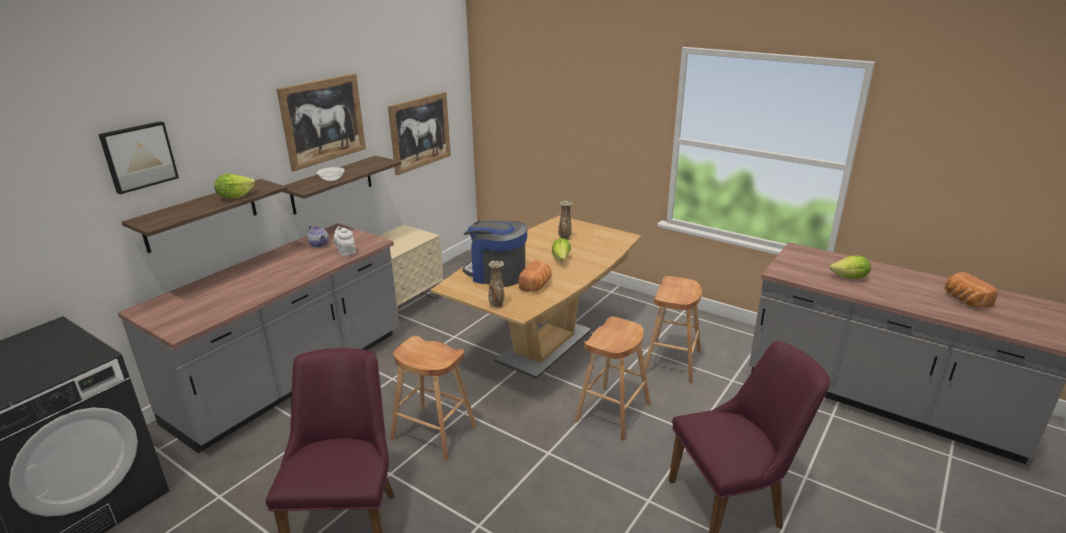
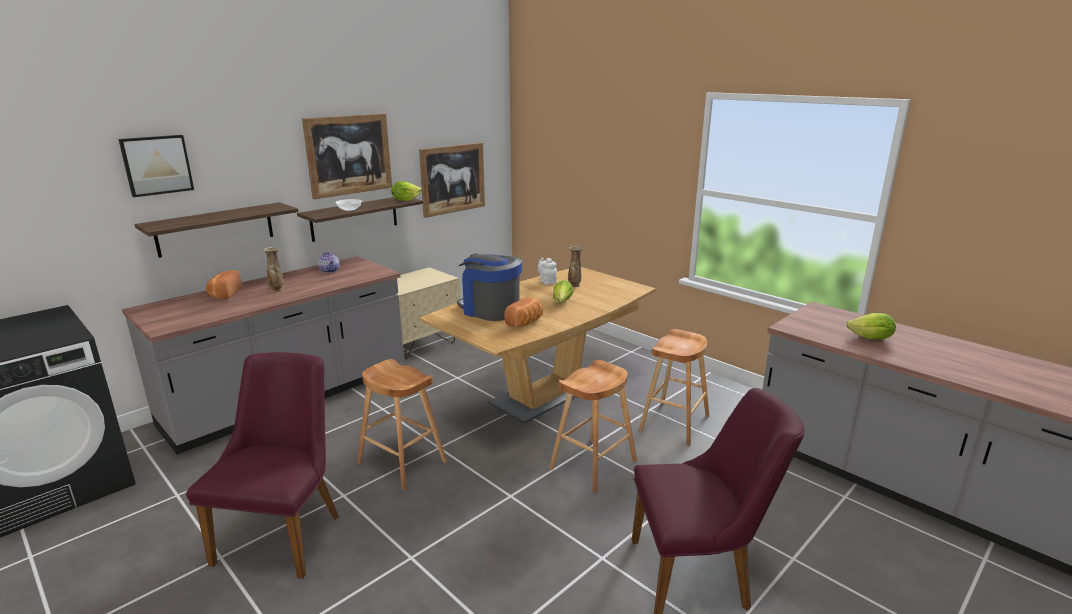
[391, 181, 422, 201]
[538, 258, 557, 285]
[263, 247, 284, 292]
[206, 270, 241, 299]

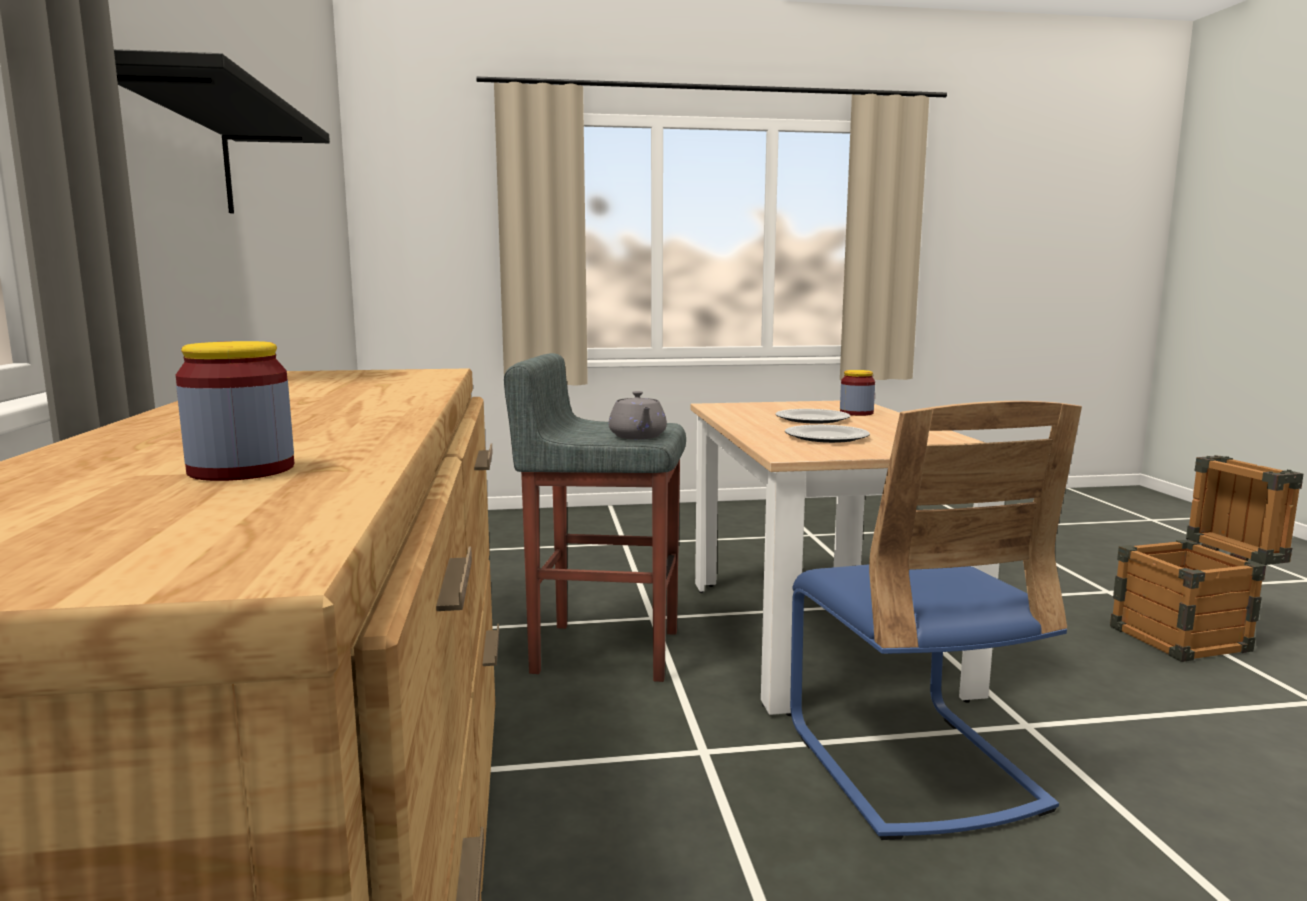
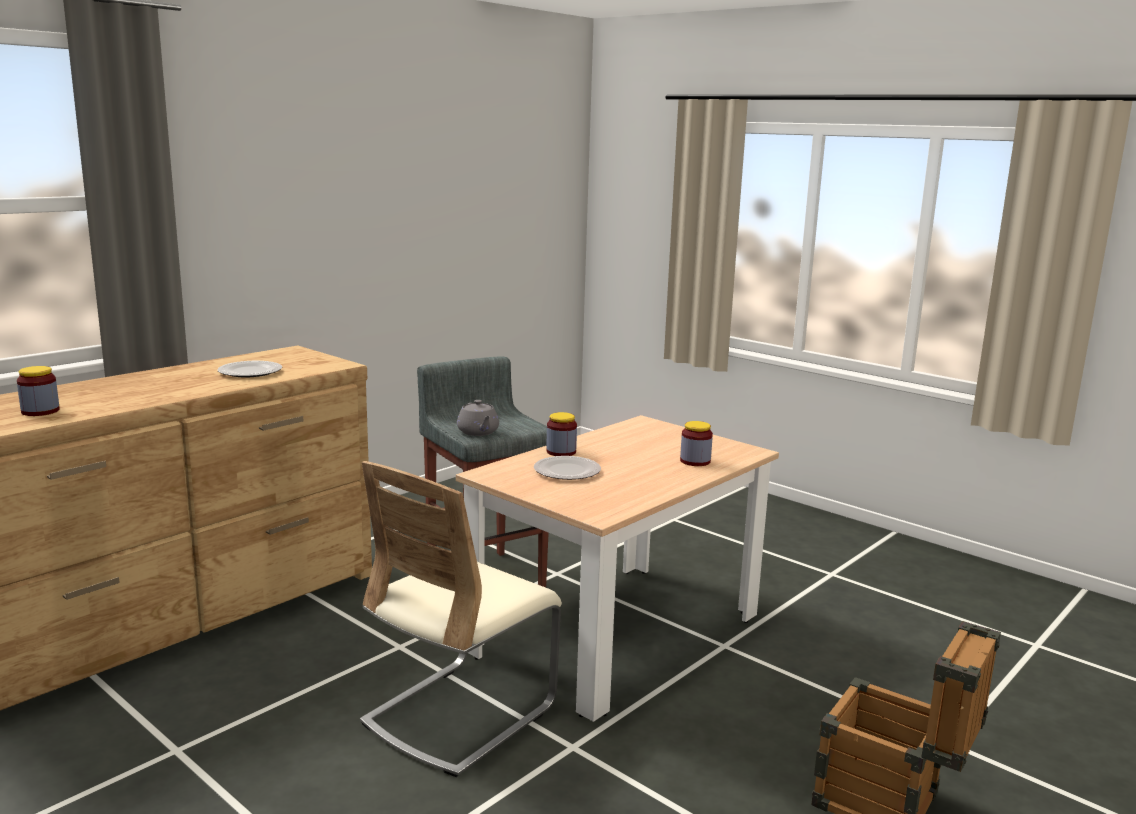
[114, 49, 330, 214] (first image)
[457, 400, 499, 436]
[360, 461, 562, 777]
[217, 361, 282, 377]
[546, 412, 577, 456]

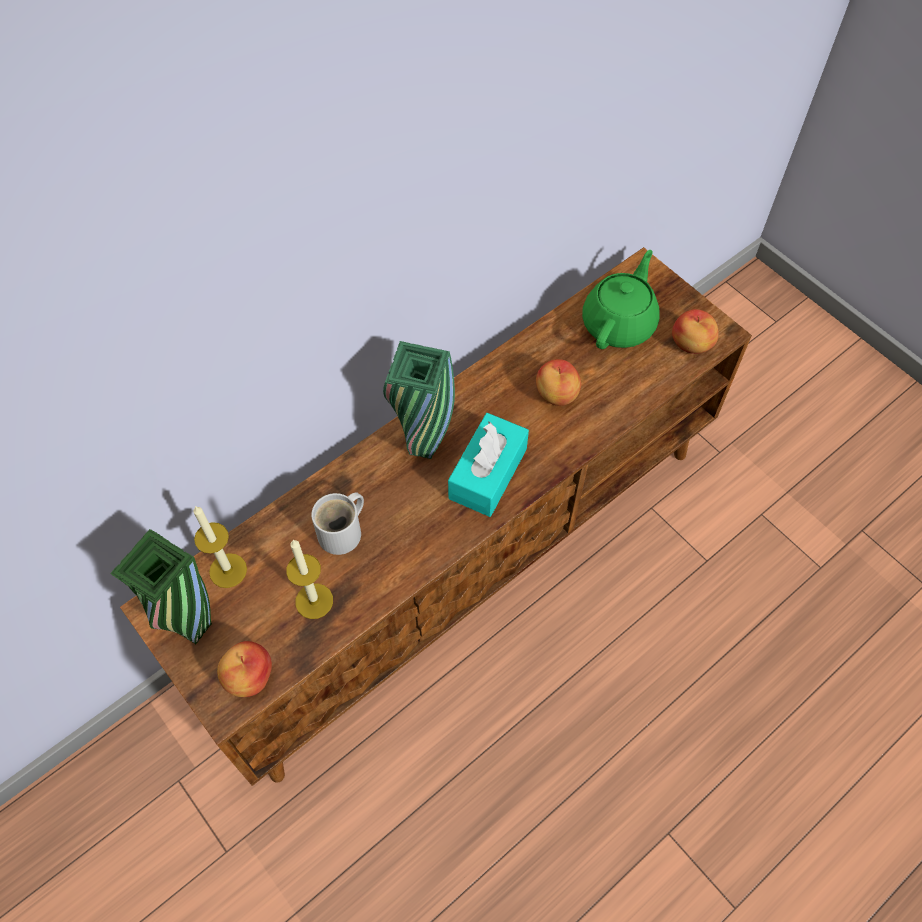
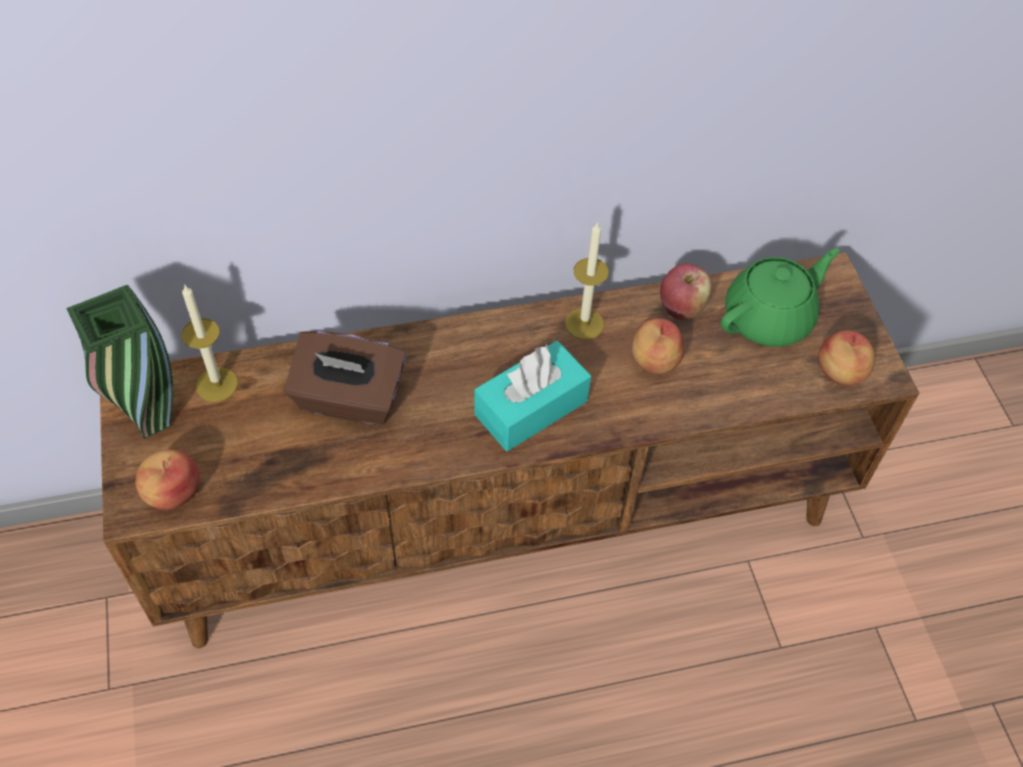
[383, 341, 455, 459] (first image)
[284, 331, 406, 425]
[565, 221, 609, 340]
[660, 263, 712, 320]

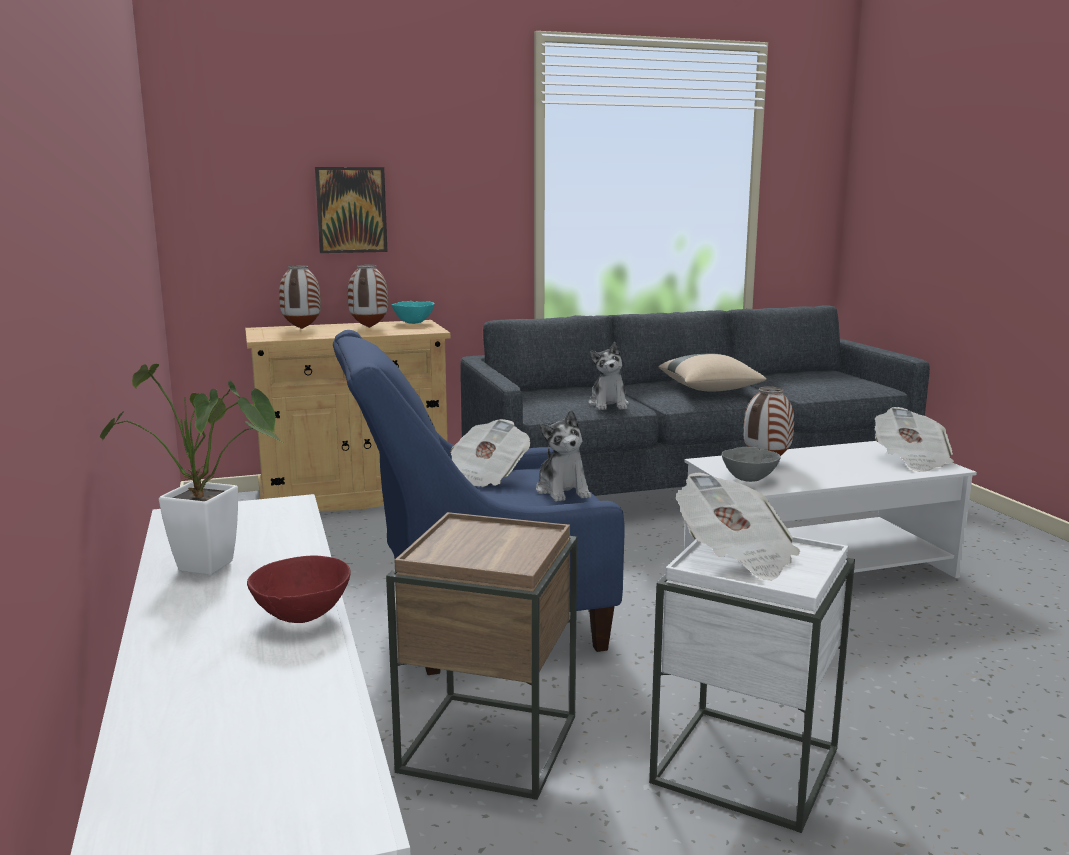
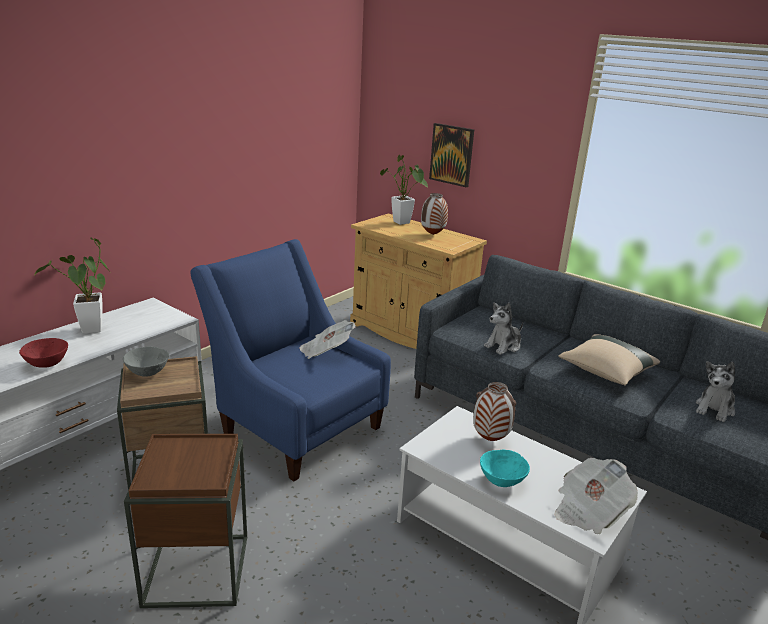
[380, 155, 428, 225]
[480, 450, 530, 487]
[696, 361, 735, 422]
[123, 347, 169, 377]
[676, 473, 800, 581] (first image)
[124, 434, 247, 608]

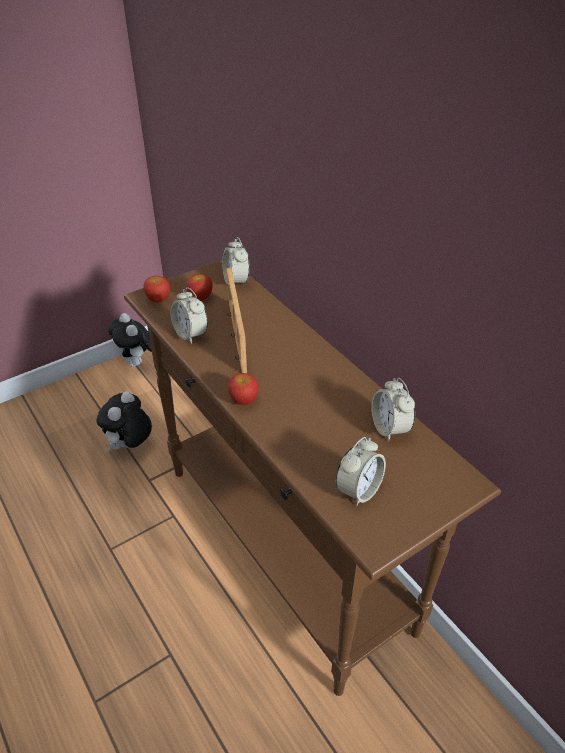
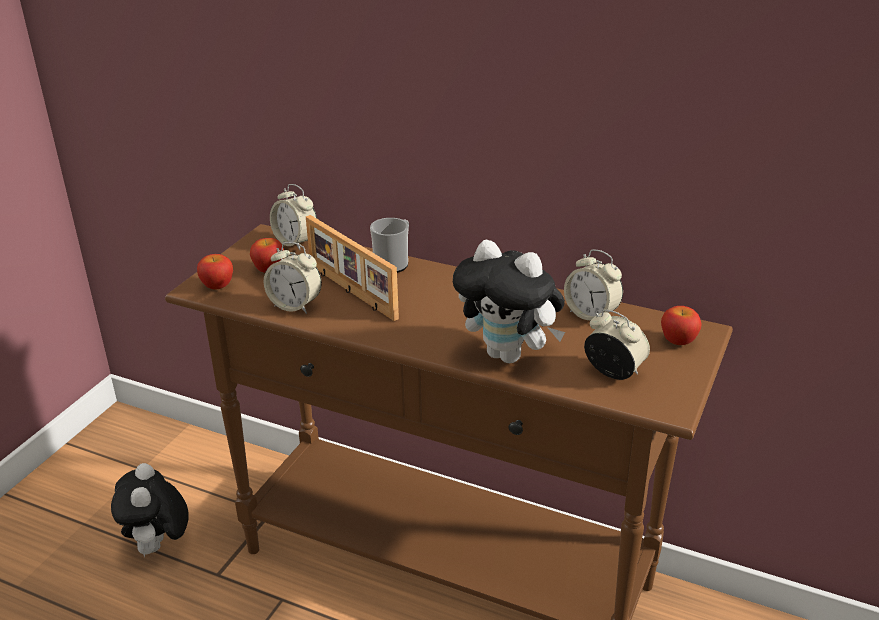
[453, 240, 565, 363]
[661, 306, 702, 345]
[584, 309, 650, 380]
[370, 218, 409, 273]

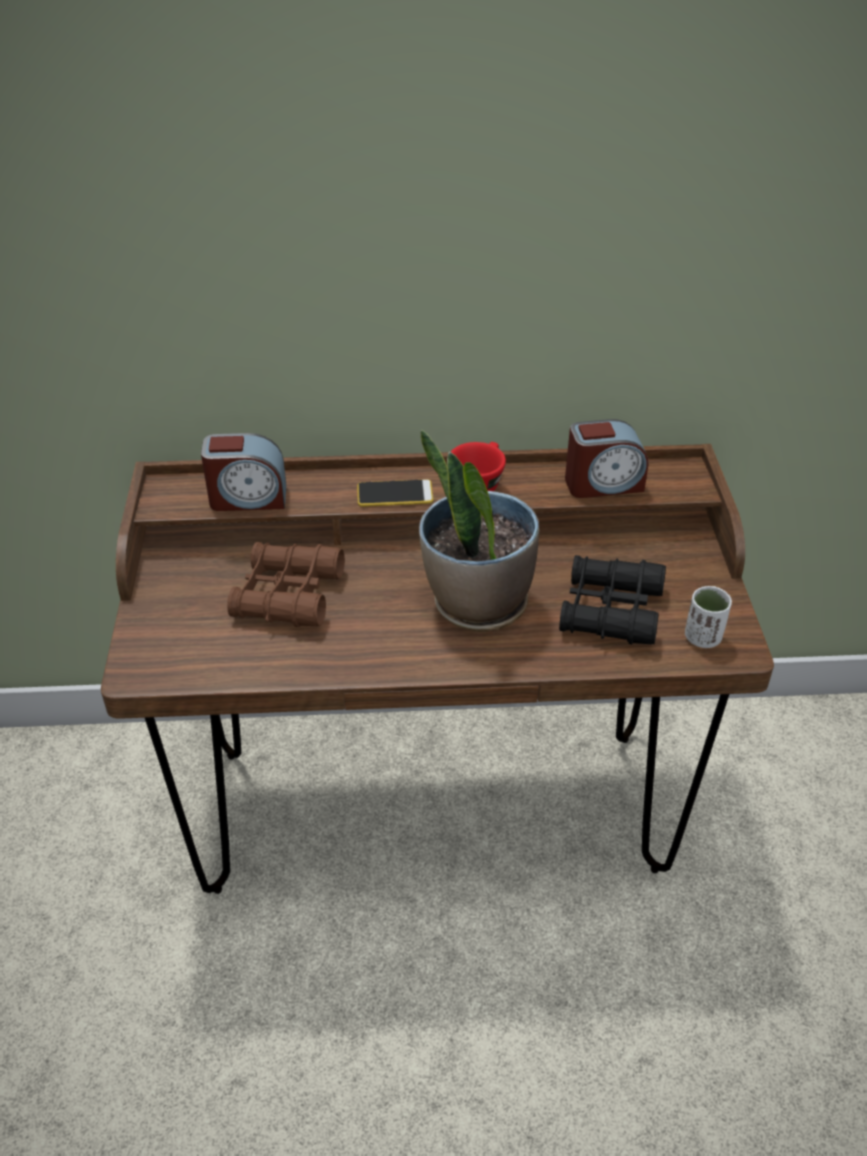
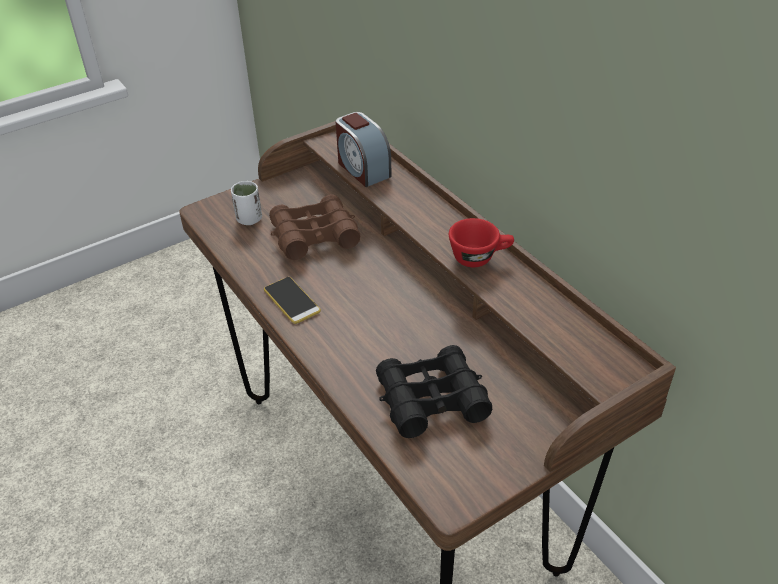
[565, 419, 648, 498] (first image)
[419, 430, 539, 632] (first image)
[264, 277, 321, 324]
[231, 181, 262, 225]

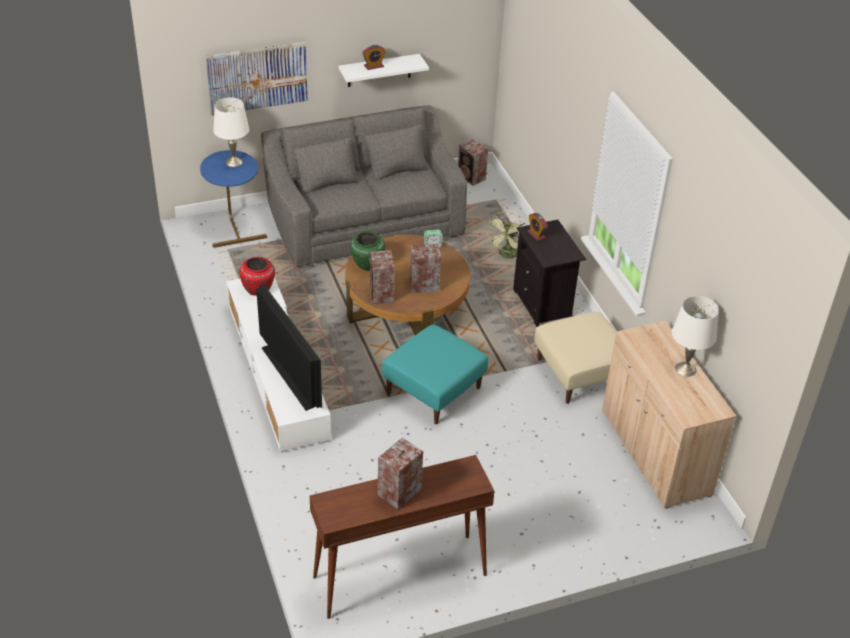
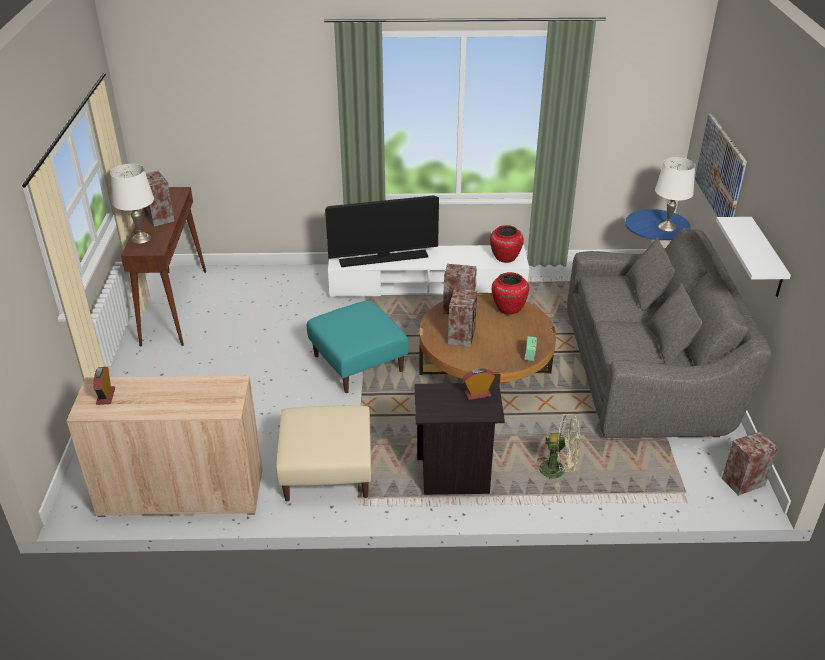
[94, 367, 115, 405]
[537, 414, 580, 487]
[492, 272, 529, 315]
[110, 164, 154, 244]

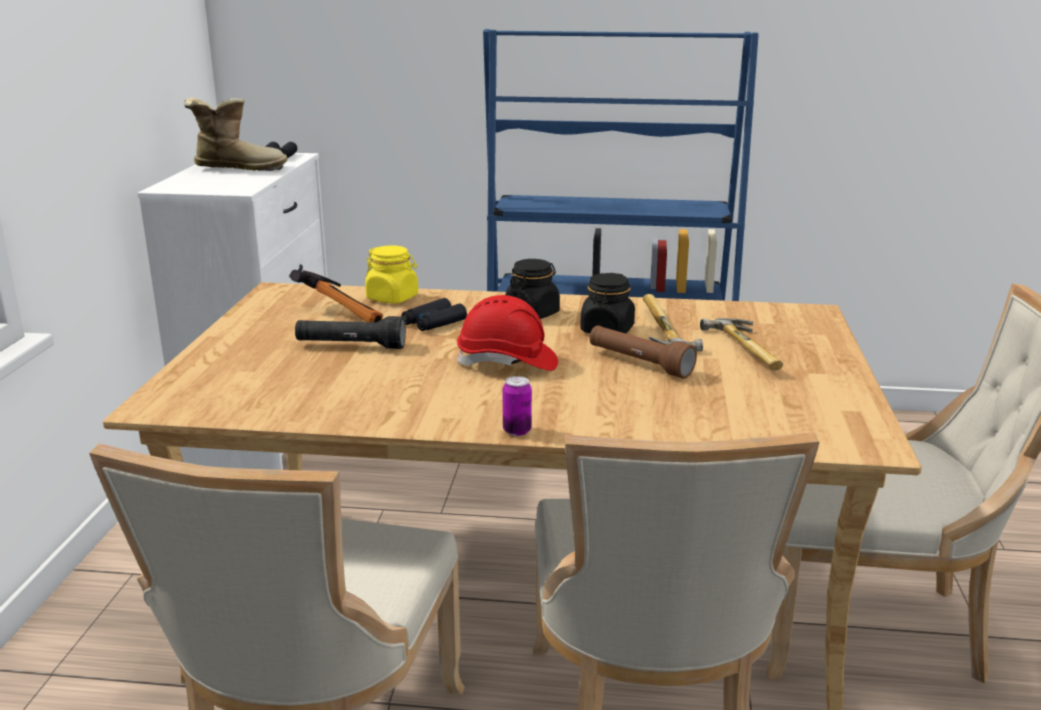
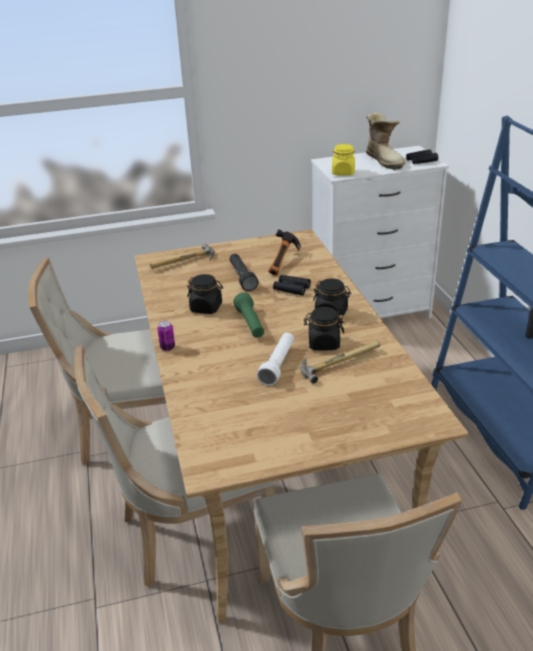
[332, 144, 355, 176]
[233, 293, 264, 338]
[150, 244, 214, 269]
[257, 333, 294, 386]
[187, 274, 223, 314]

